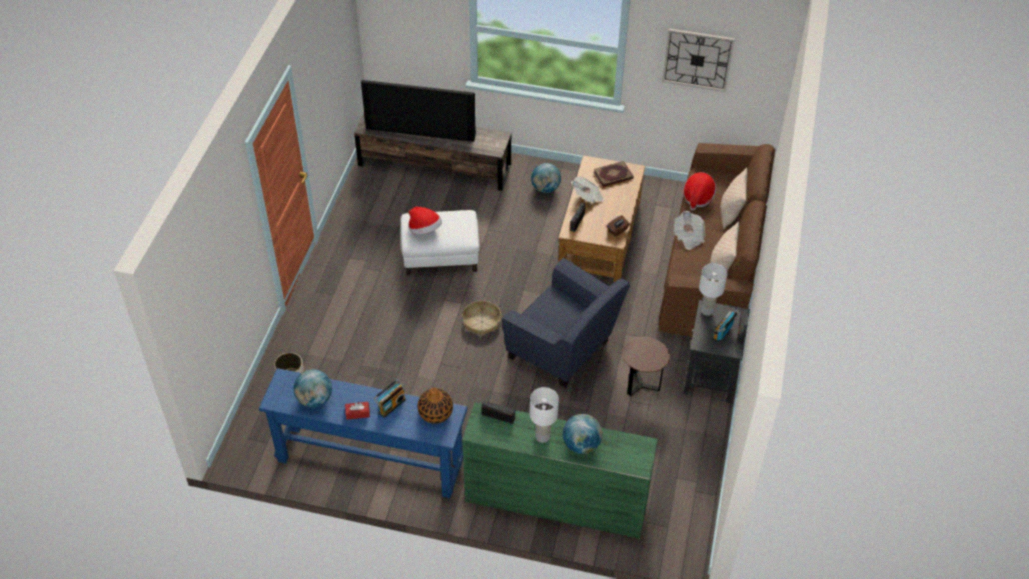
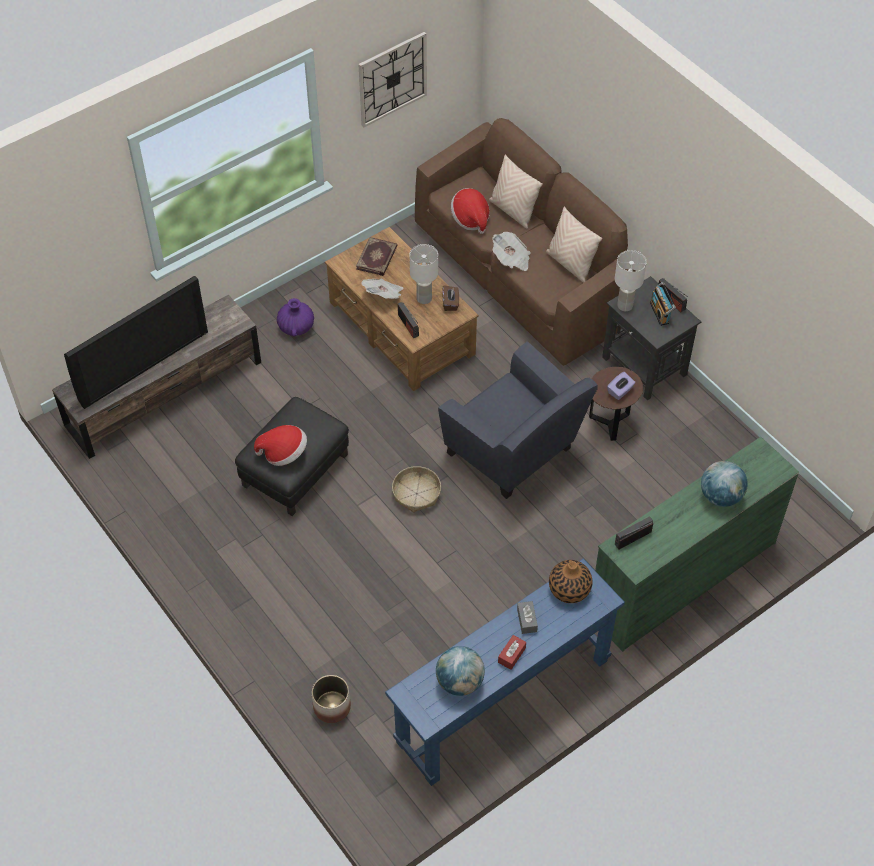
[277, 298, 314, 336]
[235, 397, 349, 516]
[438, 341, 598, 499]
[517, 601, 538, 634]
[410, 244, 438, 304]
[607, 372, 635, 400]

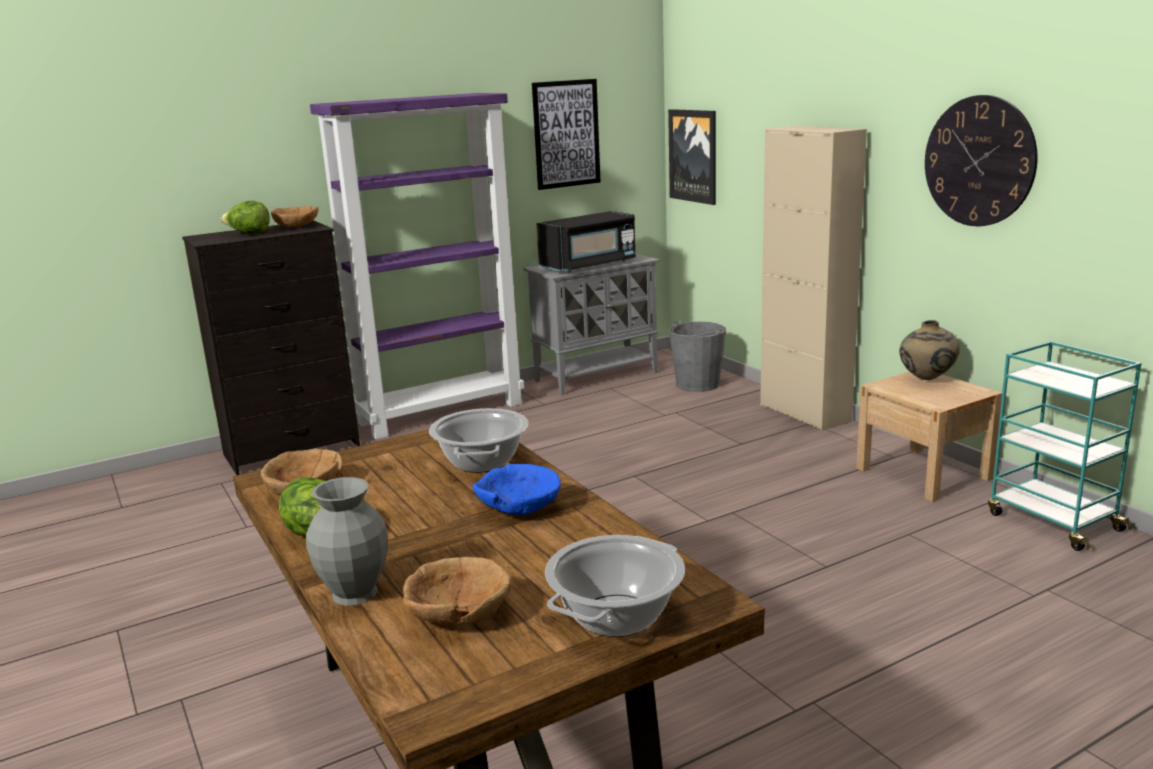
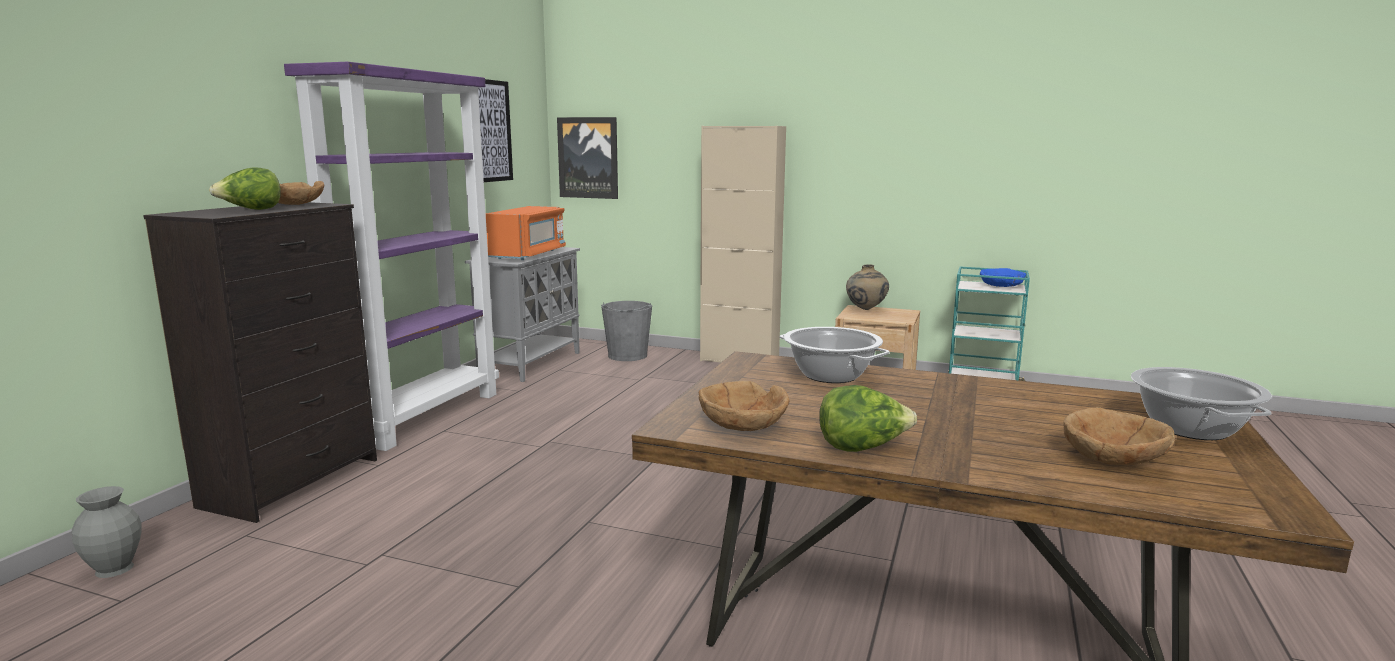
[925, 95, 1038, 226] (first image)
[486, 206, 566, 260]
[980, 268, 1026, 287]
[72, 486, 142, 578]

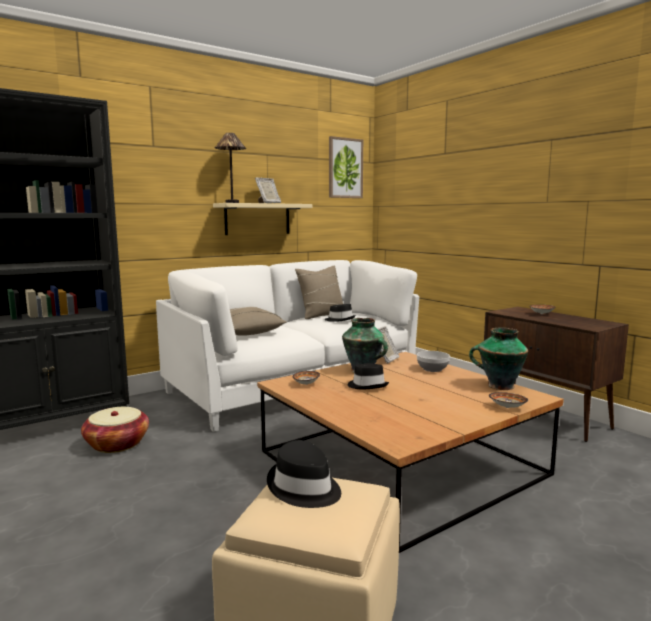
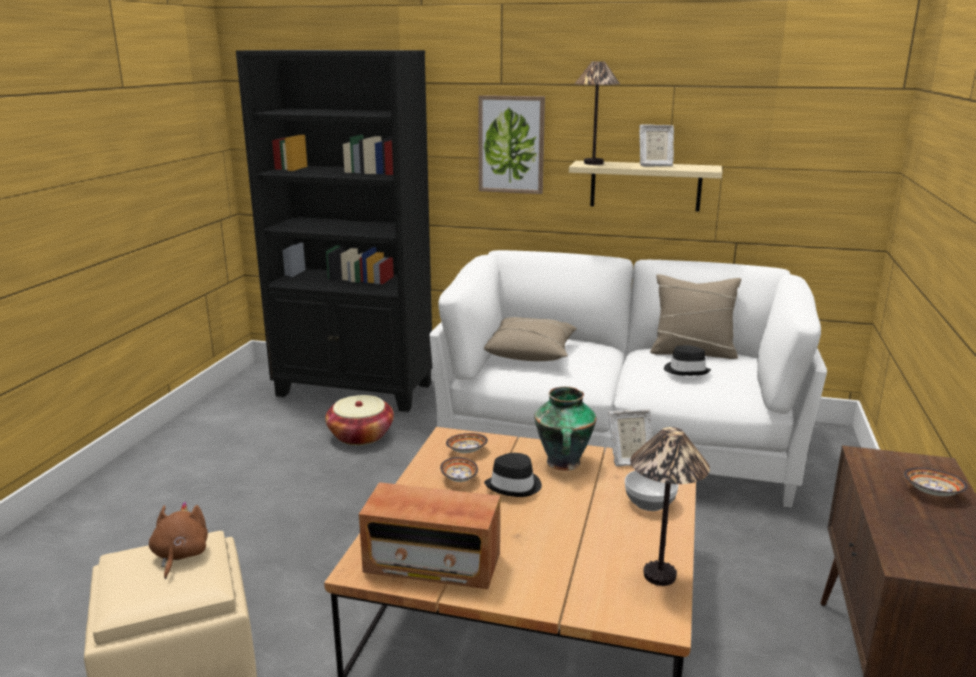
[478, 95, 545, 194]
[630, 427, 710, 586]
[440, 457, 478, 482]
[149, 501, 208, 579]
[359, 482, 500, 589]

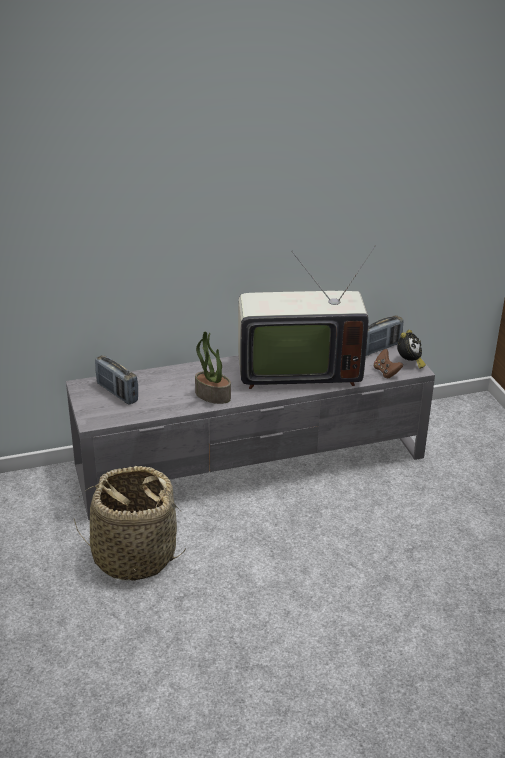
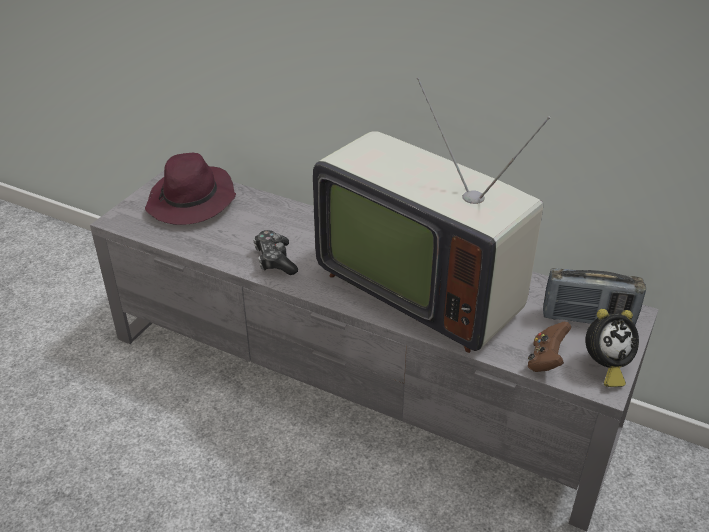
[253, 230, 298, 275]
[145, 153, 236, 225]
[74, 466, 188, 581] (first image)

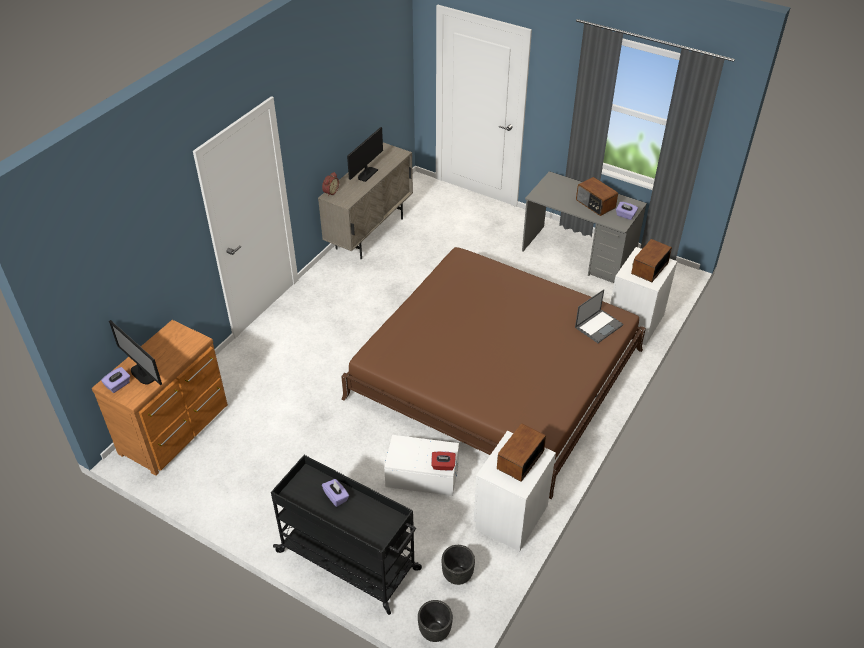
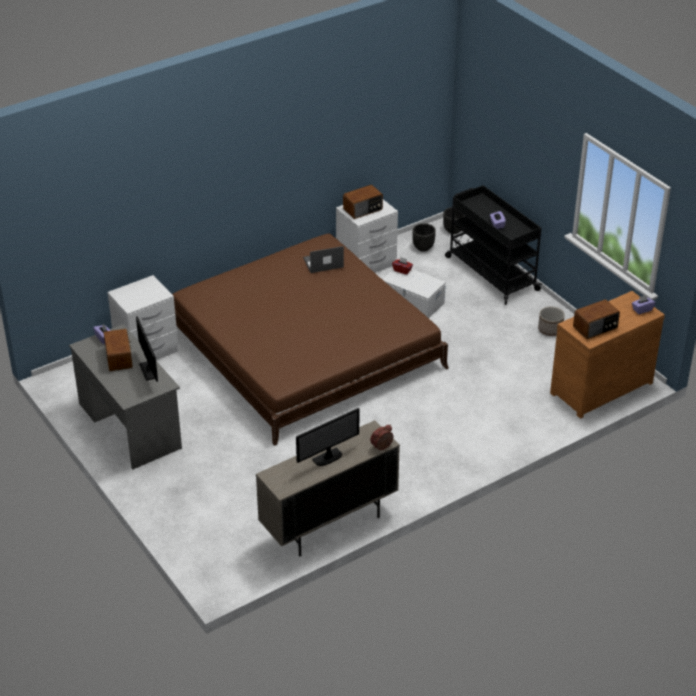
[573, 299, 620, 339]
[303, 246, 344, 273]
[136, 316, 158, 382]
[538, 307, 565, 336]

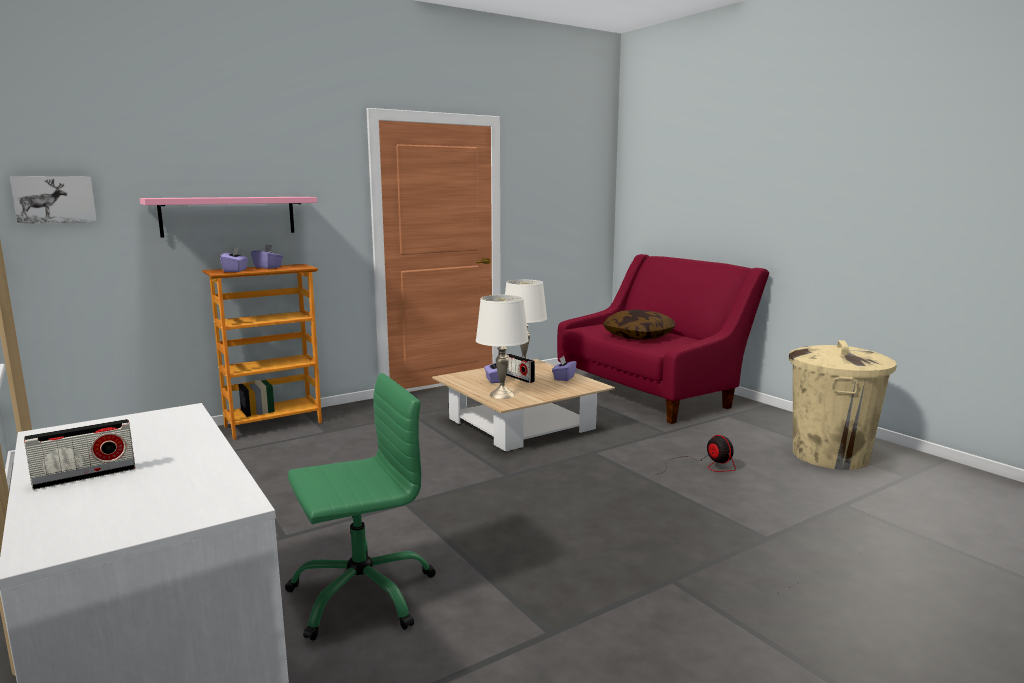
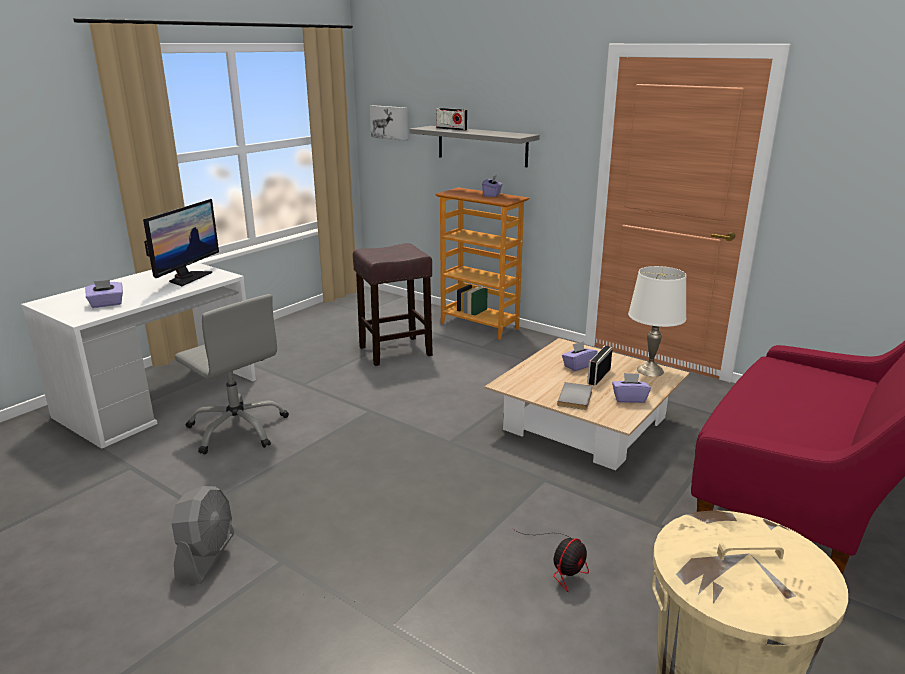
[409, 126, 540, 167]
[85, 280, 123, 308]
[476, 295, 529, 399] (first image)
[603, 309, 676, 340] (first image)
[175, 294, 289, 455]
[436, 108, 468, 131]
[143, 199, 219, 286]
[353, 243, 433, 366]
[557, 382, 592, 410]
[172, 486, 234, 584]

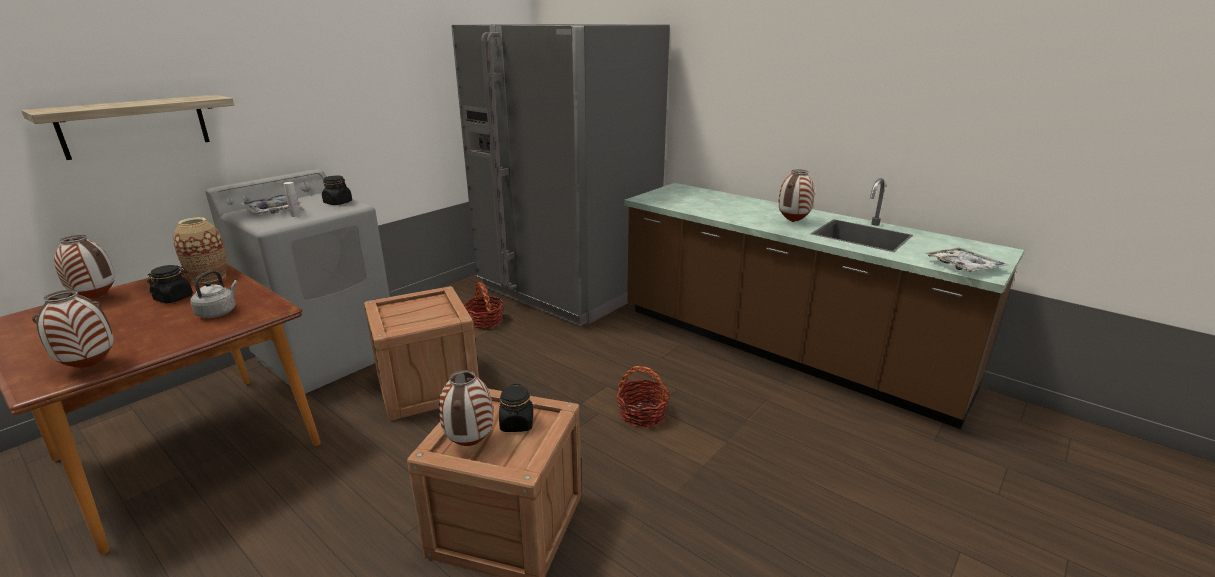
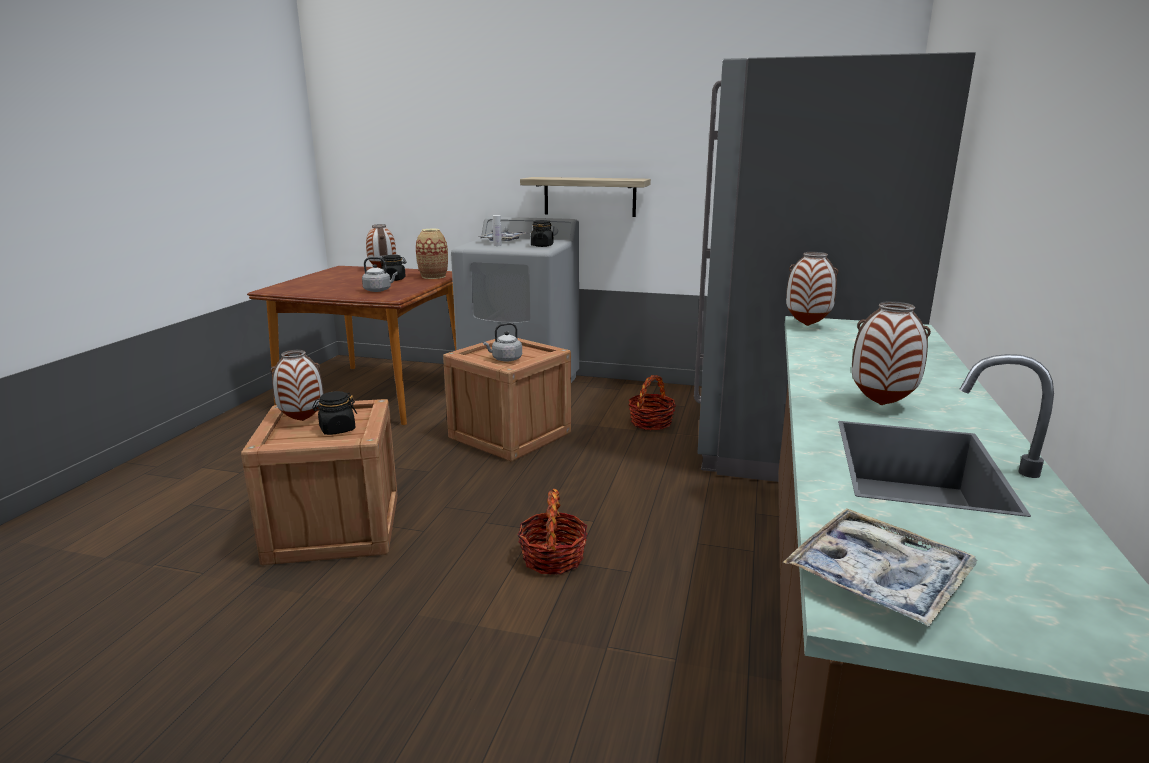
[520, 177, 651, 217]
[786, 252, 838, 326]
[483, 323, 522, 362]

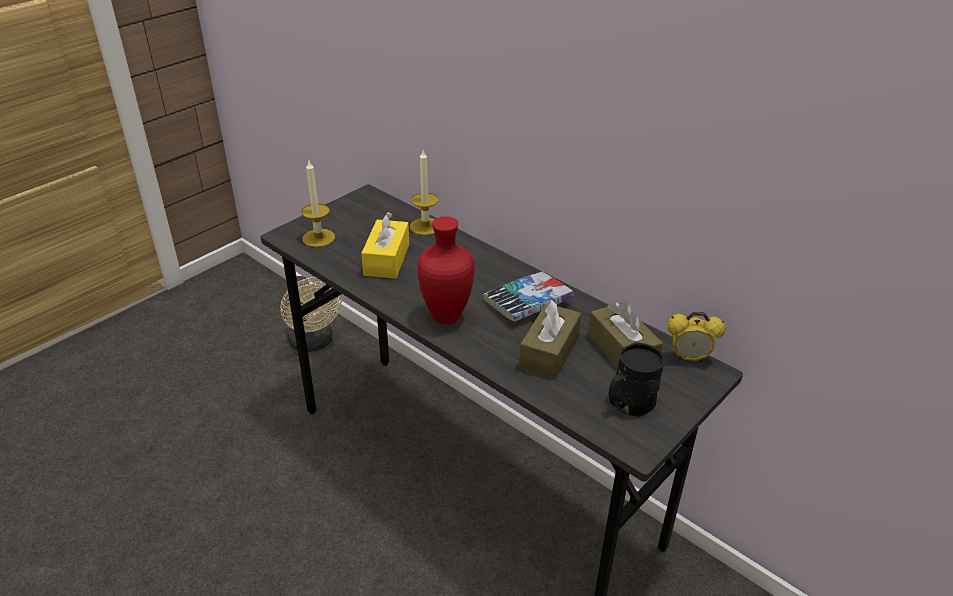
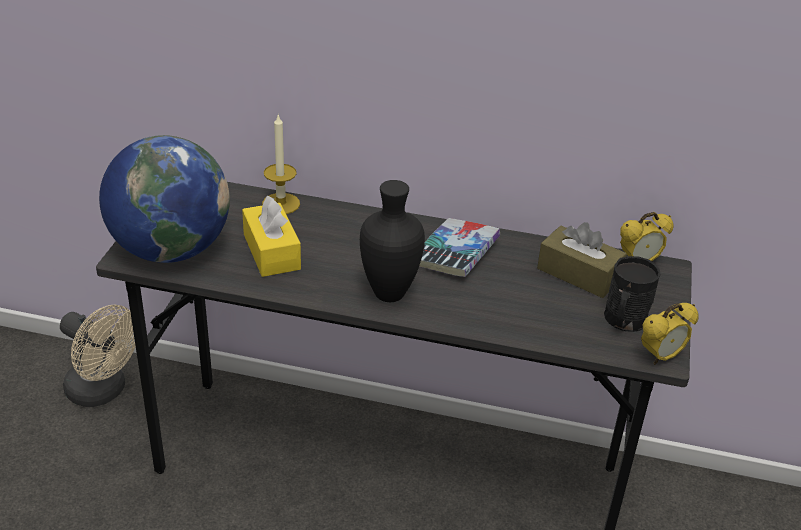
[99, 135, 230, 263]
[360, 180, 425, 302]
[519, 300, 581, 379] (first image)
[641, 303, 699, 365]

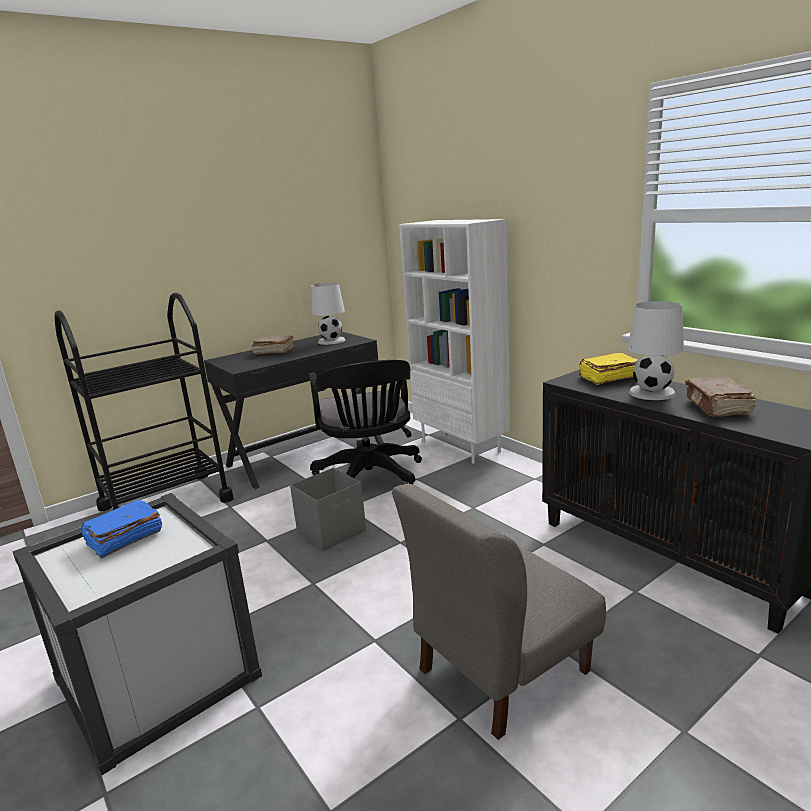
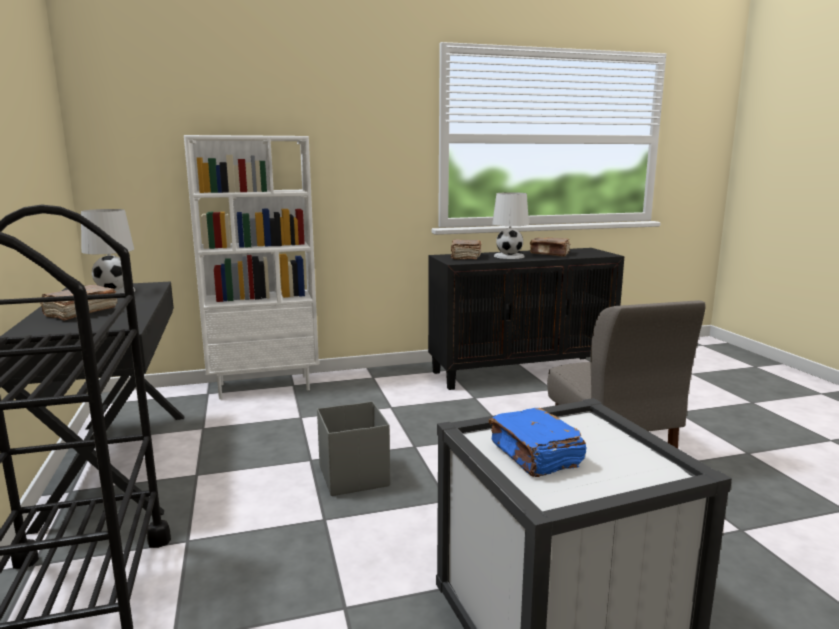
[451, 239, 481, 259]
[309, 360, 422, 484] (first image)

